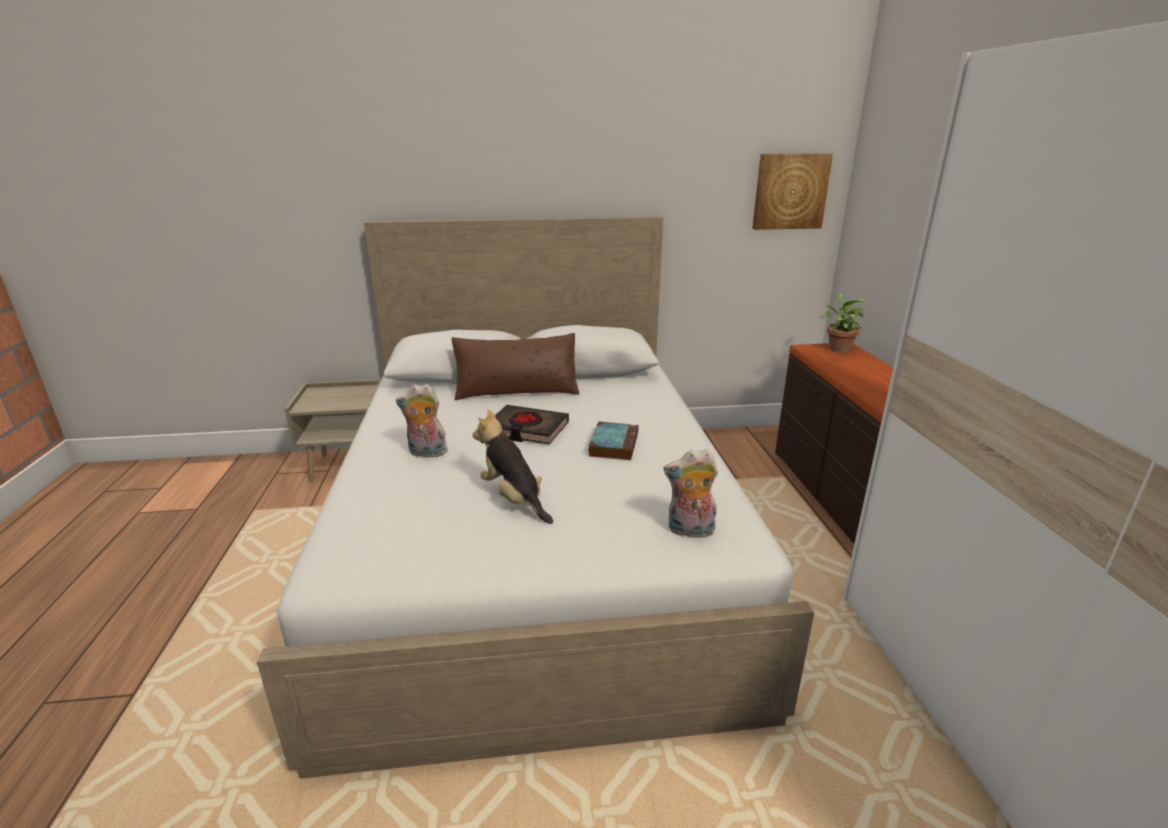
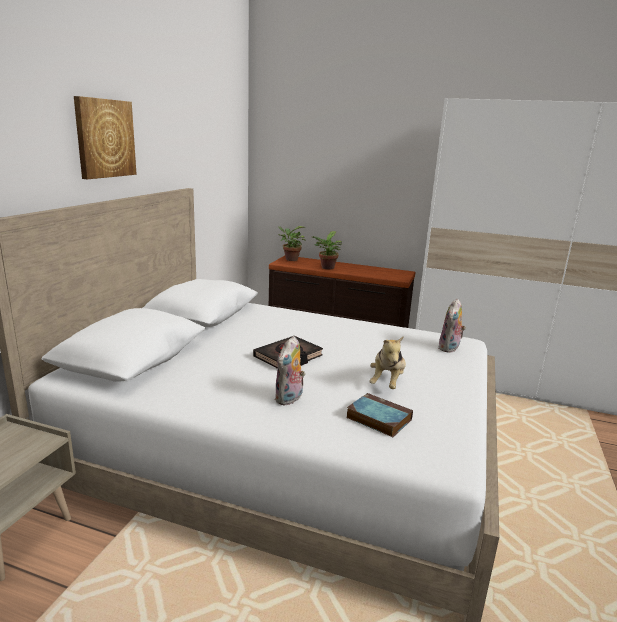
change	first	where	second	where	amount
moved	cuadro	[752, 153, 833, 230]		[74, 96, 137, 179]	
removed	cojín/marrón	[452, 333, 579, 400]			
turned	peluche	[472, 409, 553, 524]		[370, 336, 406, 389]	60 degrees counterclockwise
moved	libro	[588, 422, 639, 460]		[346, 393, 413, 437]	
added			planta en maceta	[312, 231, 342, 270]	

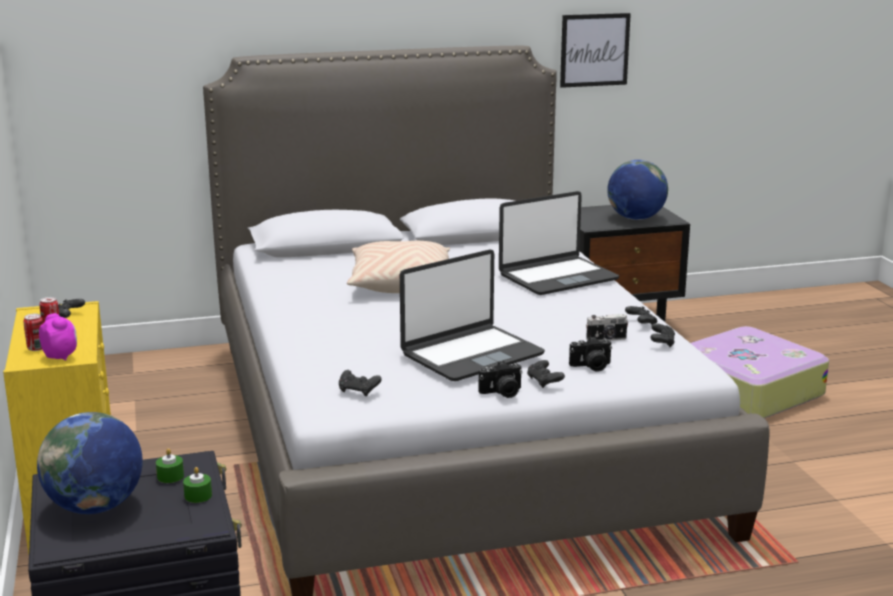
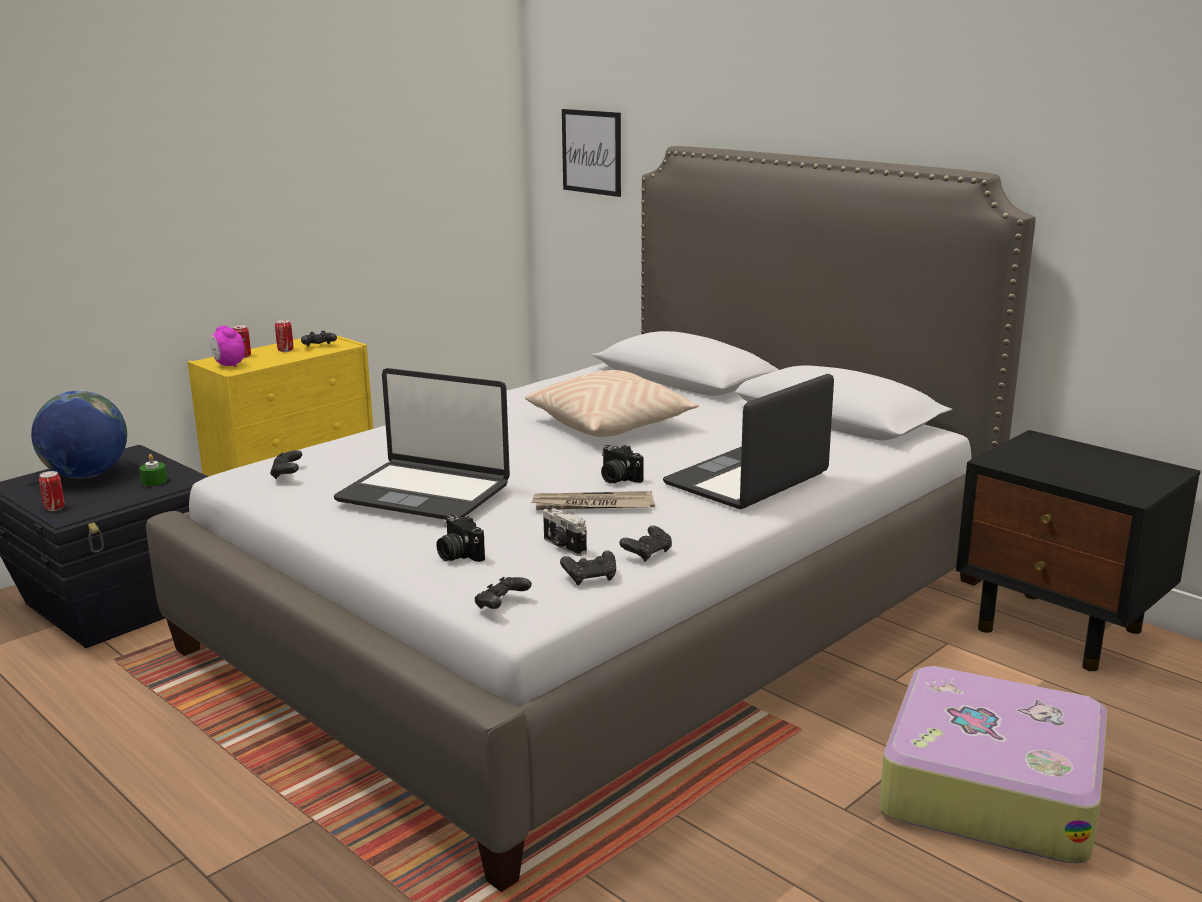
change	first	where	second	where	amount
moved	cuadro	[560, 13, 631, 88]		[562, 109, 621, 197]	
removed	globo terráqueo	[607, 160, 668, 220]			
turned	portátil	[499, 191, 619, 295]		[663, 374, 834, 509]	105 degrees clockwise
turned	despertador	[39, 313, 77, 361]		[210, 325, 245, 367]	120 degrees clockwise
moved	mando de consola/negro	[527, 360, 565, 388]		[475, 577, 532, 609]	
moved	cámara	[479, 361, 522, 398]		[601, 445, 644, 484]	
removed	vela/verde	[183, 467, 212, 503]			
added			lata	[39, 471, 65, 511]	
added			periódico	[532, 491, 655, 510]	

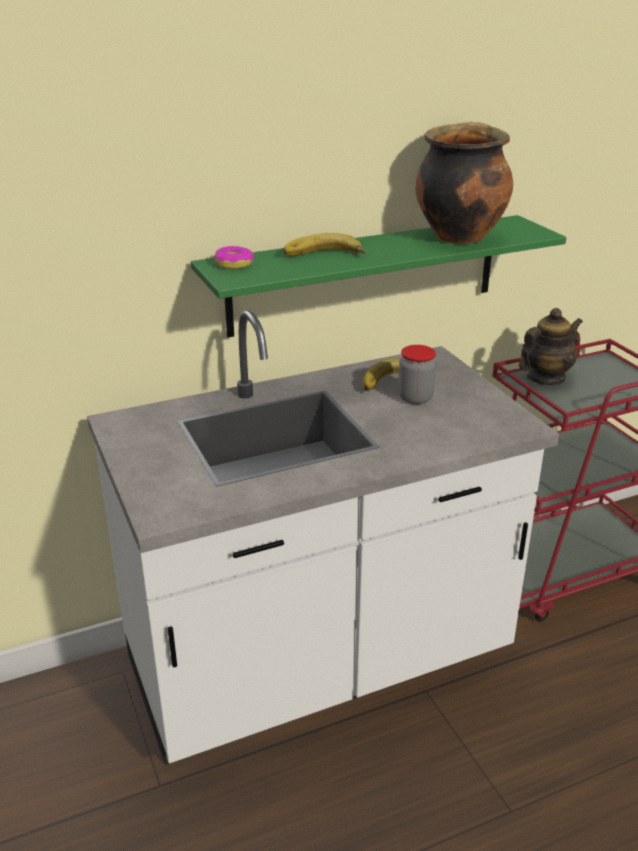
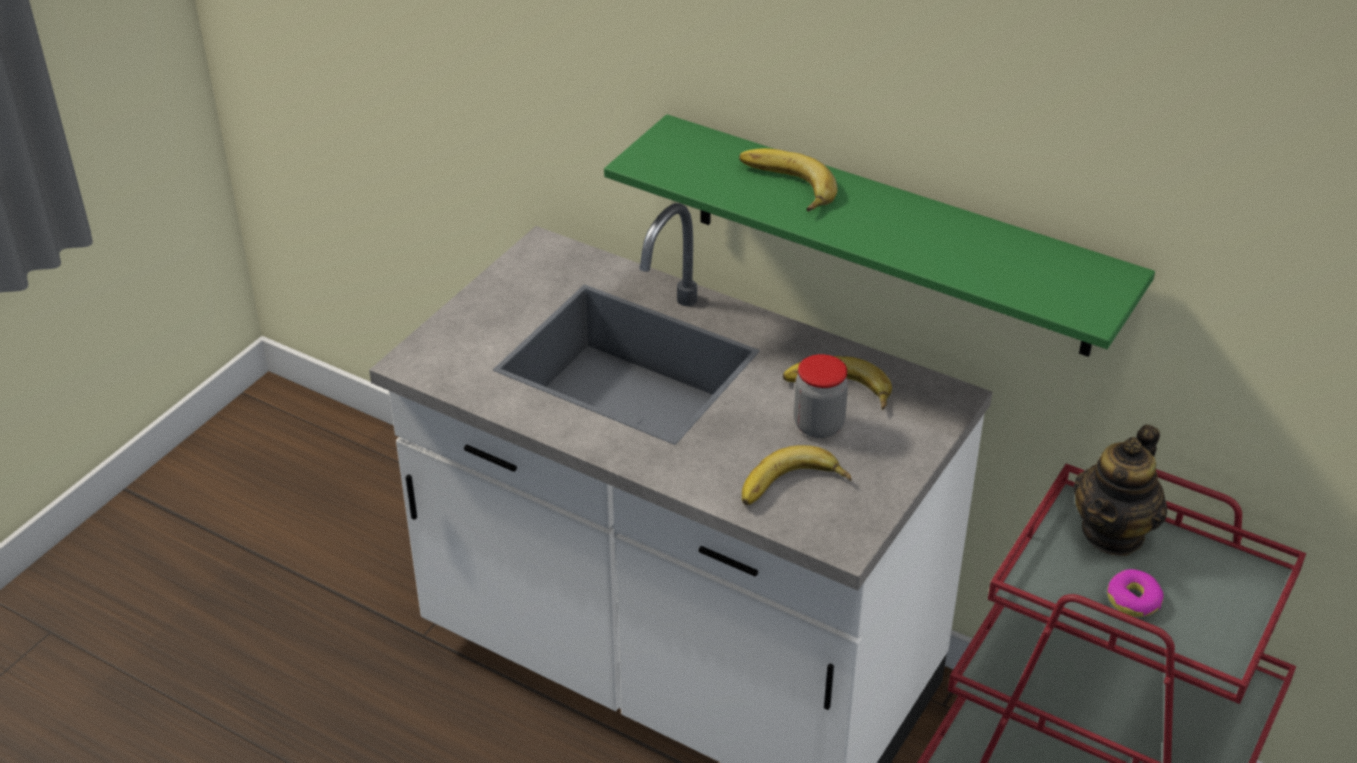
change	first	where	second	where	amount
removed	olla	[415, 122, 513, 244]			
moved	rosquilla	[214, 246, 254, 269]		[1107, 569, 1164, 617]	
turned	tetera	[519, 308, 583, 385]		[1073, 424, 1167, 556]	105 degrees clockwise
added			plátano	[742, 445, 852, 505]	

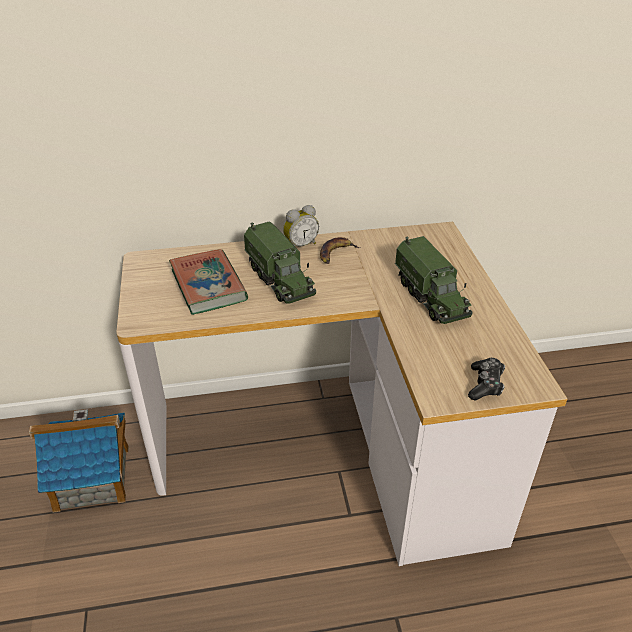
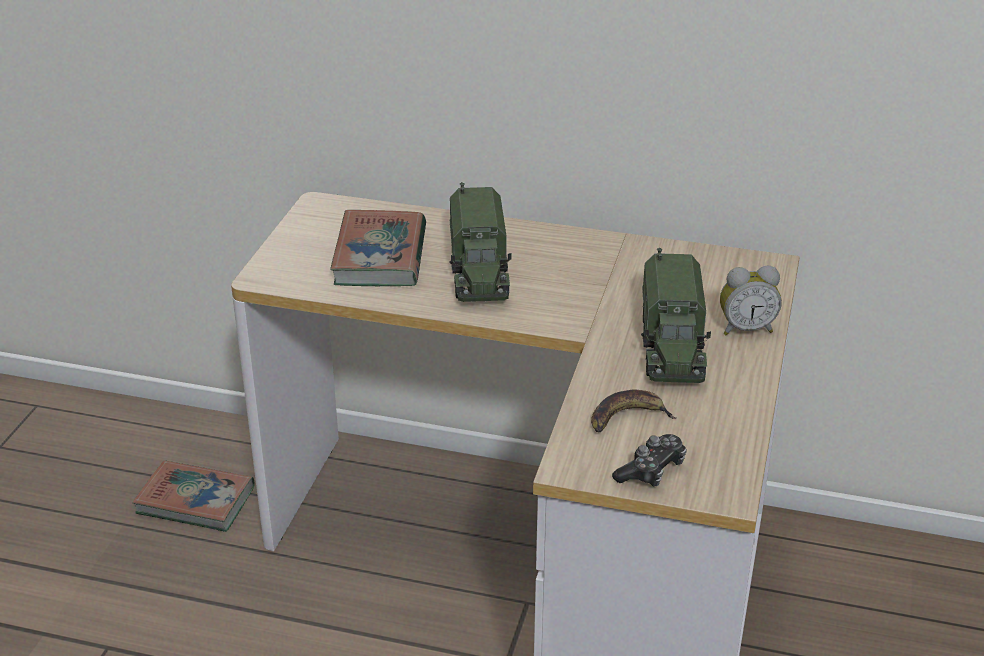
change	first	where	second	where	amount
moved	despertador	[283, 205, 319, 246]		[720, 266, 782, 335]	
moved	plátano	[320, 237, 360, 264]		[591, 390, 677, 432]	
replaced	casita	[29, 409, 129, 513]	libro	[133, 460, 255, 532]	

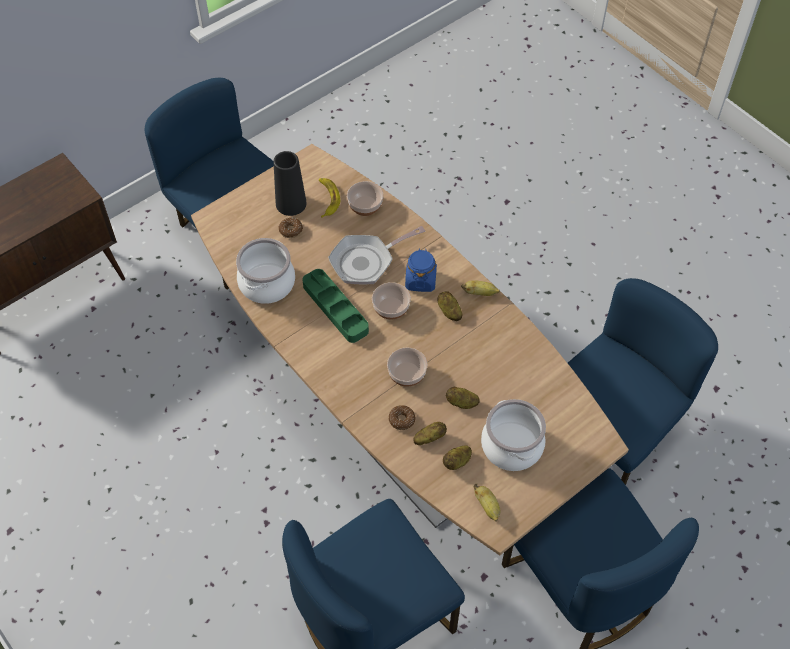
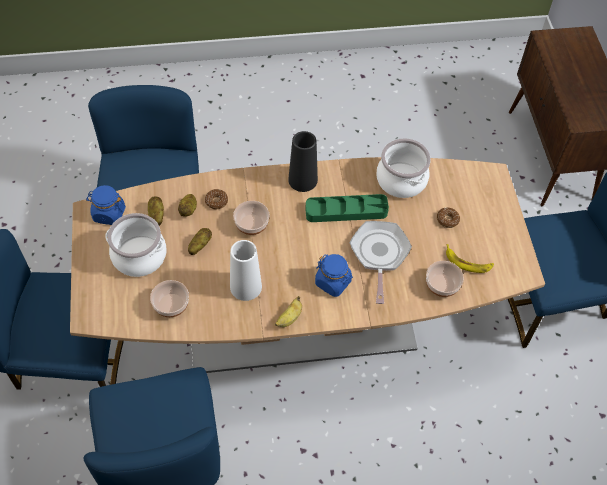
change	first	where	second	where	amount
moved	florero/negro	[274, 151, 307, 216]		[288, 131, 318, 192]	
moved	cuenco	[372, 282, 411, 320]		[150, 280, 189, 317]	
removed	patata	[438, 291, 463, 321]			
replaced	plátano	[474, 483, 500, 522]	tarro/azul	[86, 185, 126, 225]	
added			florero/blanco	[230, 240, 262, 301]	

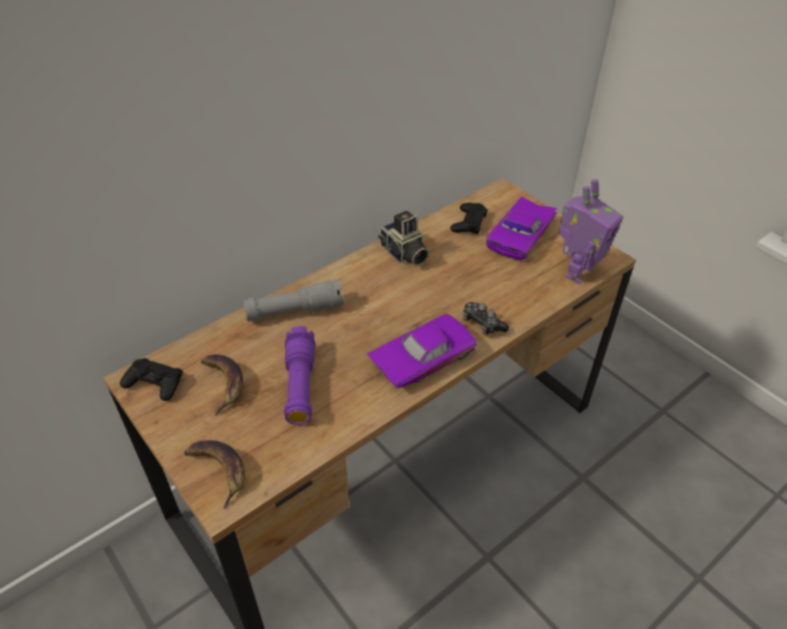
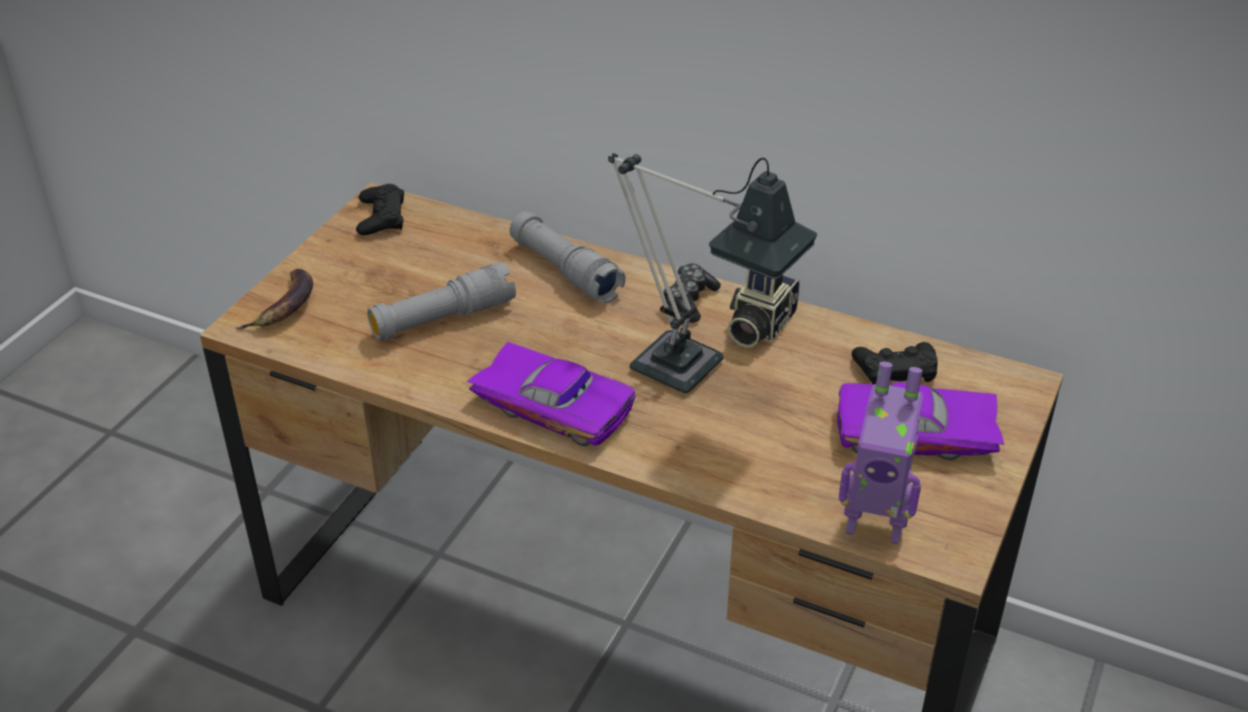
change	first	where	second	where	amount
moved	mando de consola	[463, 302, 509, 335]		[663, 264, 721, 323]	
recoloured	linterna/morado	[284, 326, 315, 425]	linterna/gris	[367, 262, 516, 340]	
removed	plátano	[201, 354, 243, 416]			
added			lámpara de mesa	[608, 153, 817, 393]	

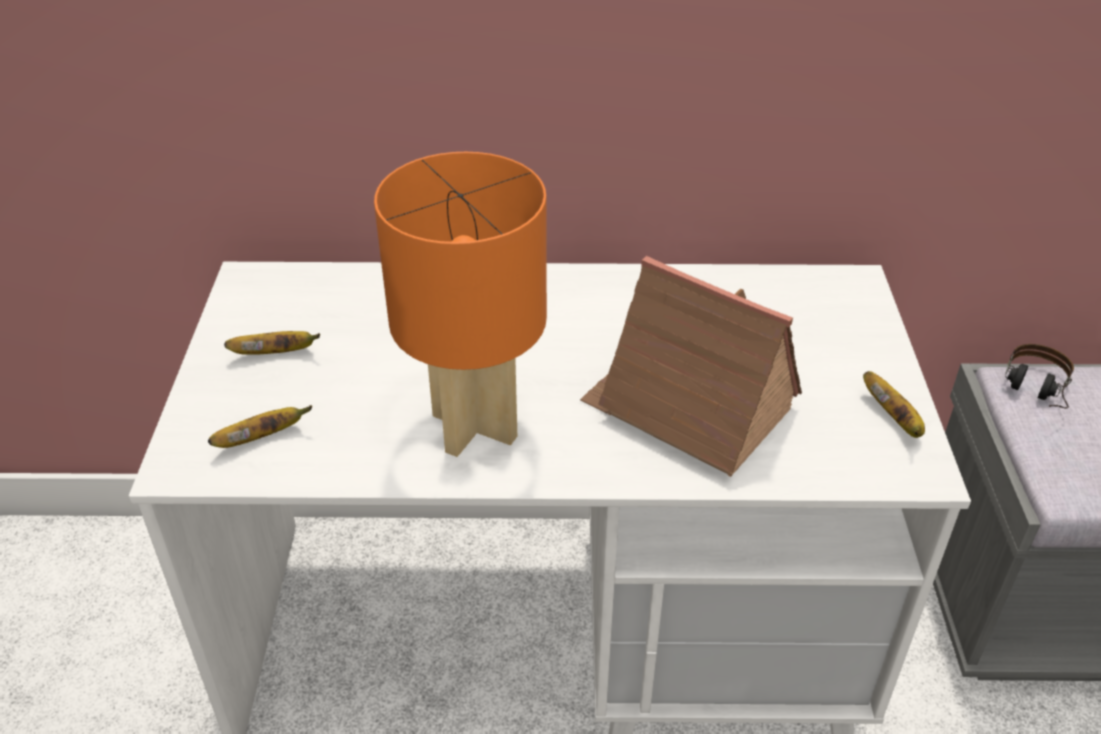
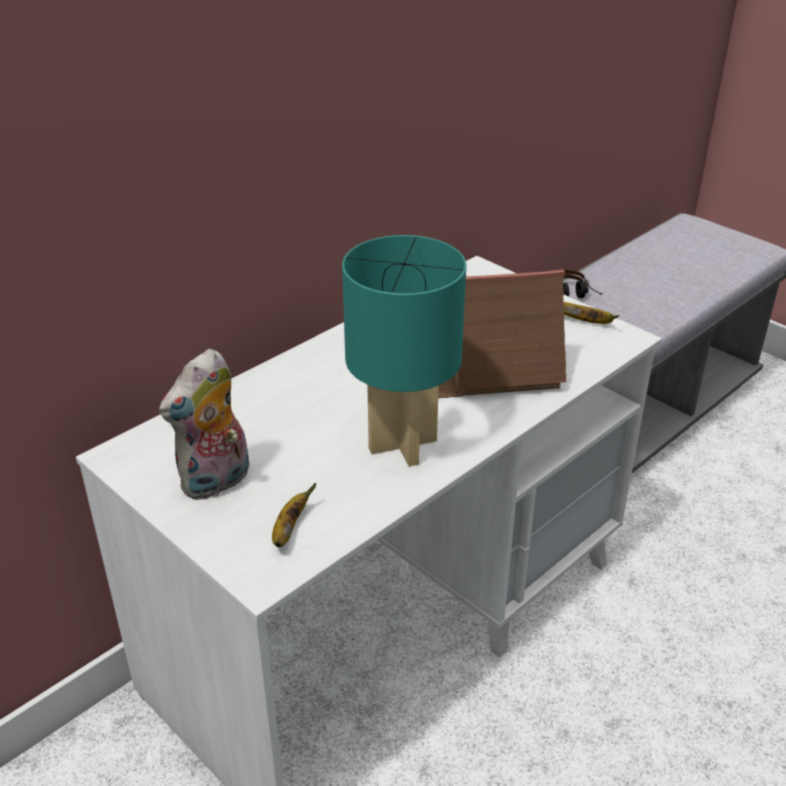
change	first	where	second	where	amount
recoloured	lámpara de mesa/naranja	[374, 152, 547, 457]	lámpara de mesa/turquesa	[342, 235, 467, 467]	
replaced	plátano	[224, 331, 320, 355]	peluche	[159, 349, 249, 500]	

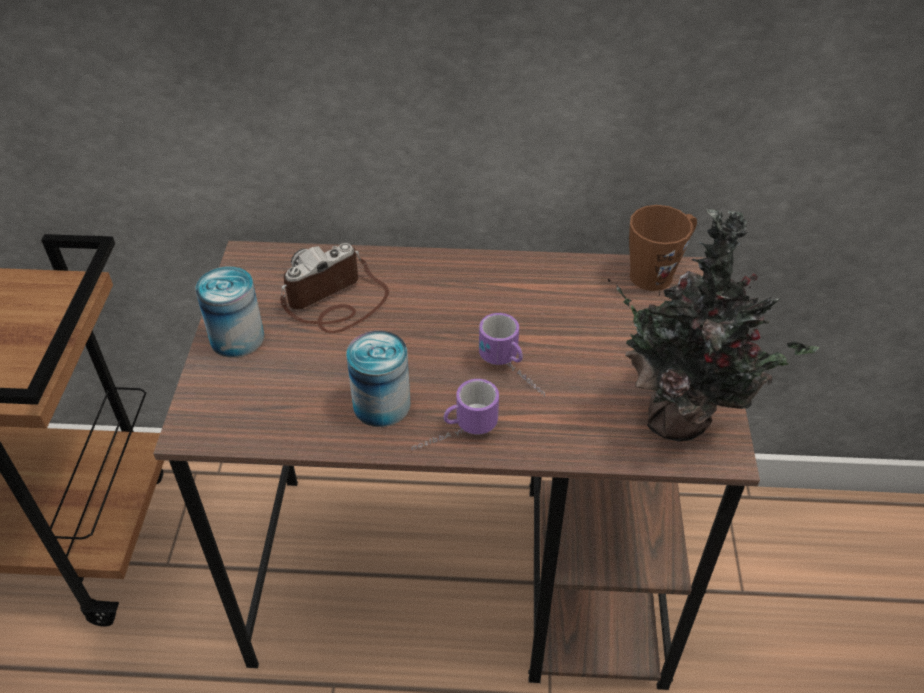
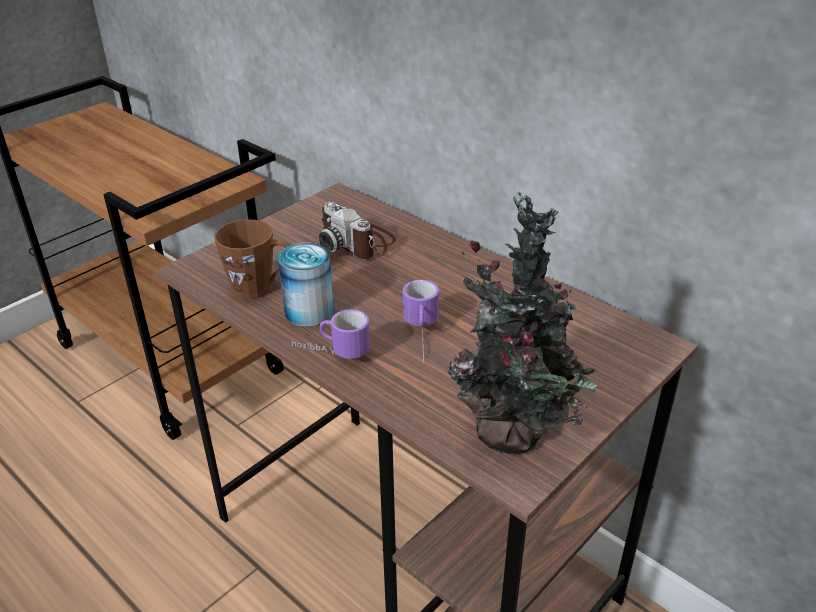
change	first	where	second	where	amount
moved	taza grande/marrón	[629, 205, 697, 291]		[214, 219, 290, 300]	
turned	cámara	[280, 243, 389, 333]		[319, 202, 396, 259]	135 degrees counterclockwise
removed	lata	[195, 266, 264, 358]			

